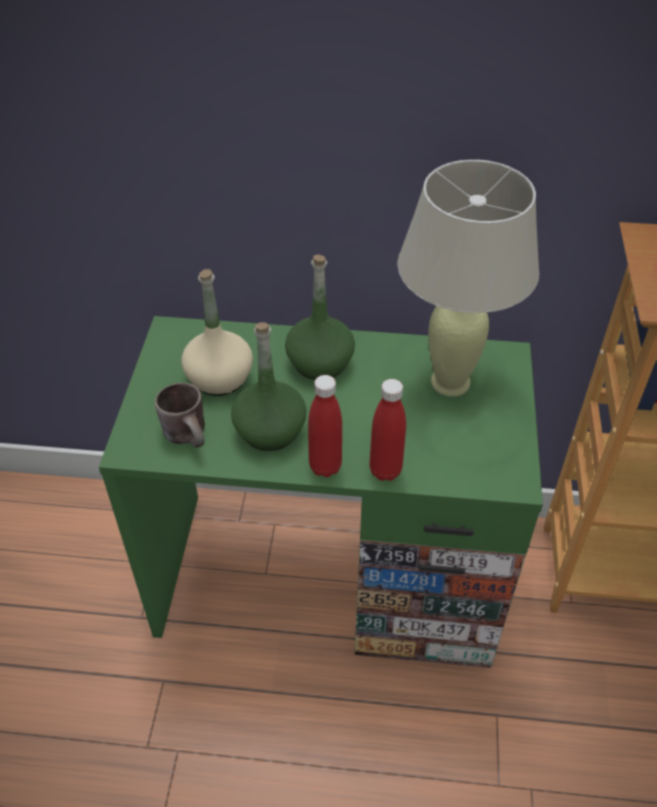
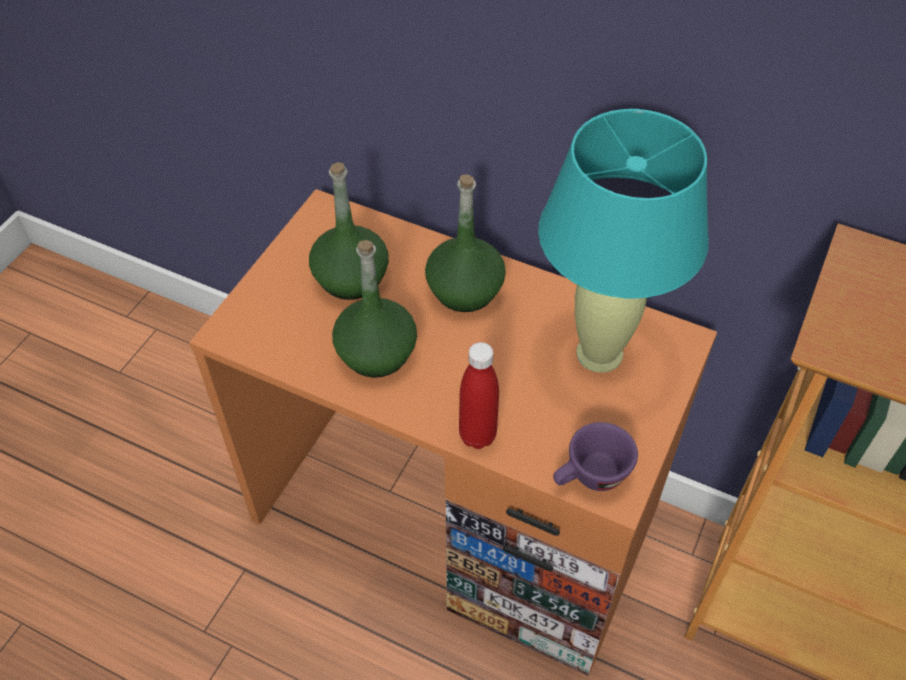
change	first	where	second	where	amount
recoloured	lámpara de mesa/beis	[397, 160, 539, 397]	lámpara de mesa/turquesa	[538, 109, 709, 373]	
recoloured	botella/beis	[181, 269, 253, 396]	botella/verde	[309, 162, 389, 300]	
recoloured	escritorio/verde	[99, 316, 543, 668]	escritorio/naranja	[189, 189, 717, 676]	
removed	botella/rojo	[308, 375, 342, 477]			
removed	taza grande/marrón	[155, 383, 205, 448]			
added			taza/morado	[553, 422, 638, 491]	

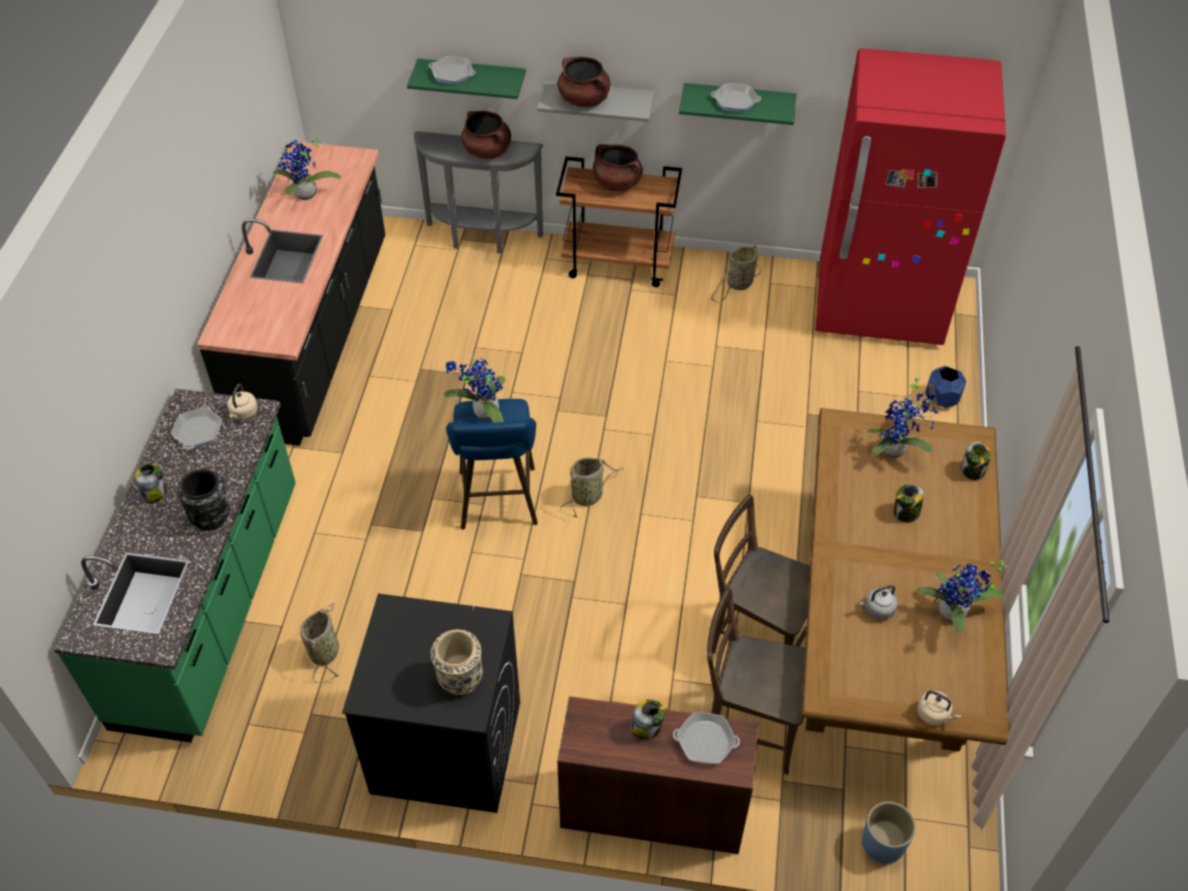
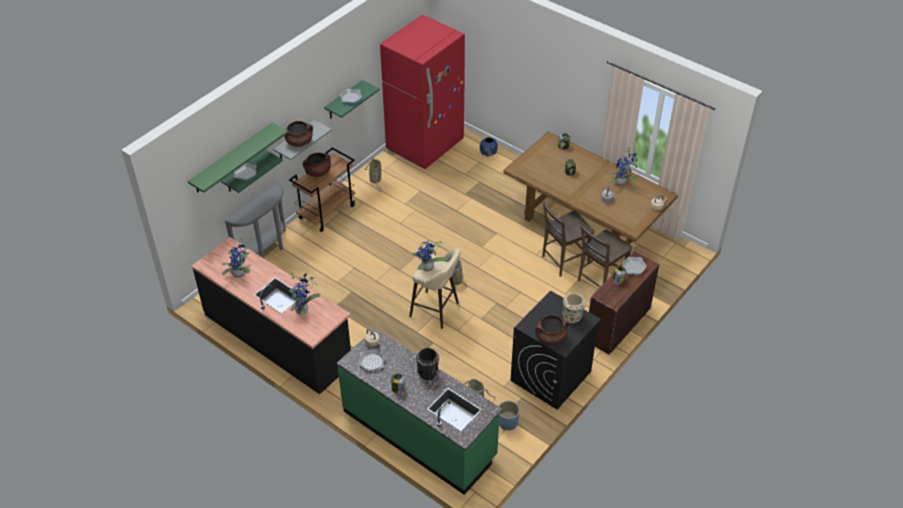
change	first	where	second	where	amount
moved	olla/marrón	[461, 111, 511, 159]		[535, 315, 569, 345]	
moved	planta en maceta	[867, 374, 939, 458]		[289, 271, 321, 316]	
recoloured	taburete/azul	[446, 399, 538, 530]	taburete/beis	[409, 248, 460, 329]	
moved	maceta/azul	[862, 801, 916, 864]		[499, 401, 520, 430]	
added			estante/verde	[188, 123, 288, 193]	

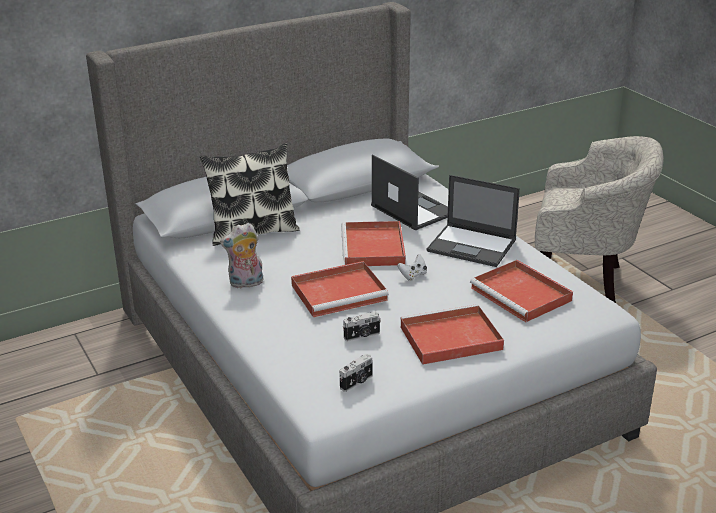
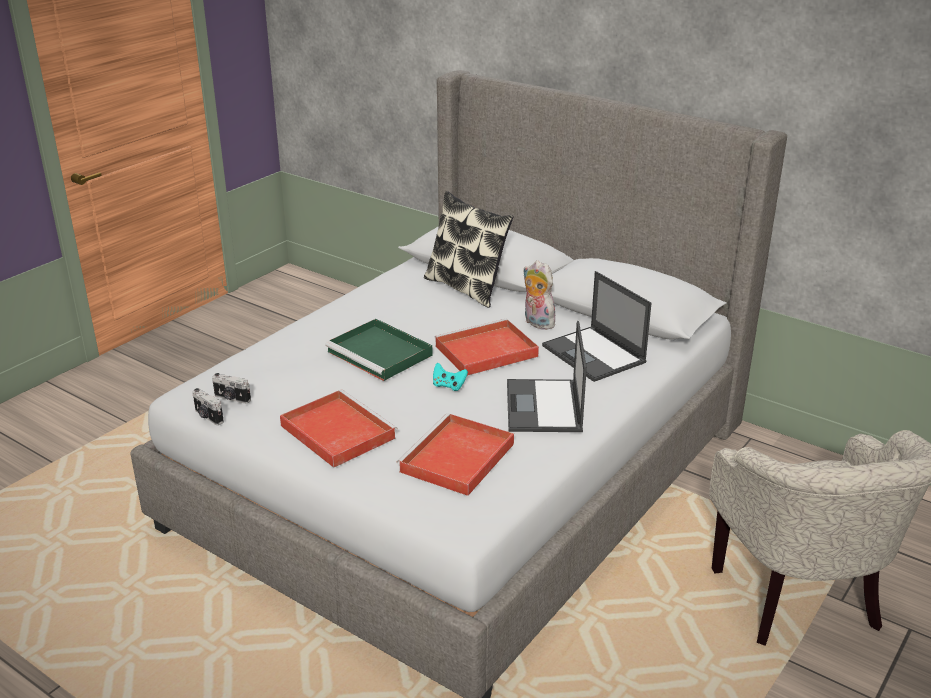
change	first	where	second	where	amount
turned	portátil	[371, 154, 448, 230]		[542, 271, 651, 382]	120 degrees clockwise
moved	peluche	[220, 223, 264, 288]		[523, 260, 557, 330]	
recoloured	mando de consola/blanco	[397, 254, 427, 281]	mando de consola/turquesa	[433, 363, 468, 391]	
recoloured	bandeja/rojo	[291, 261, 388, 317]	bandeja/verde	[325, 319, 433, 381]	
moved	cámara	[343, 311, 381, 341]		[192, 388, 224, 425]	

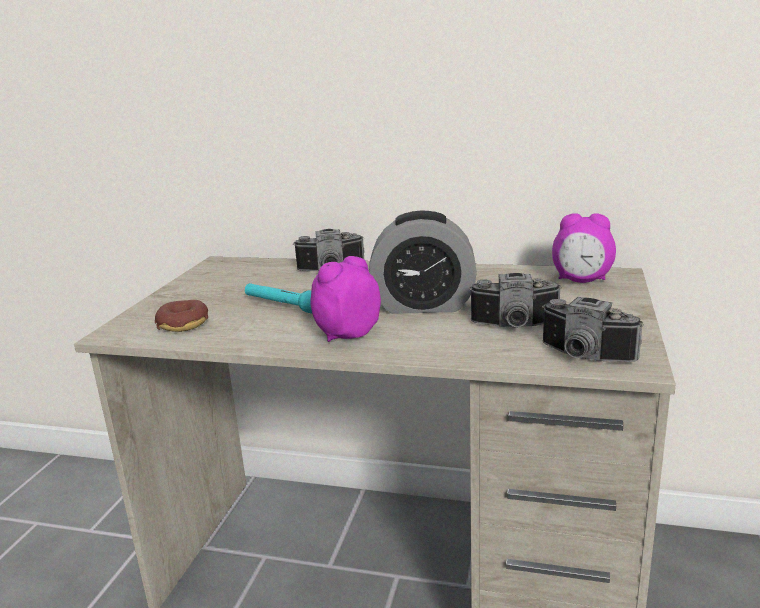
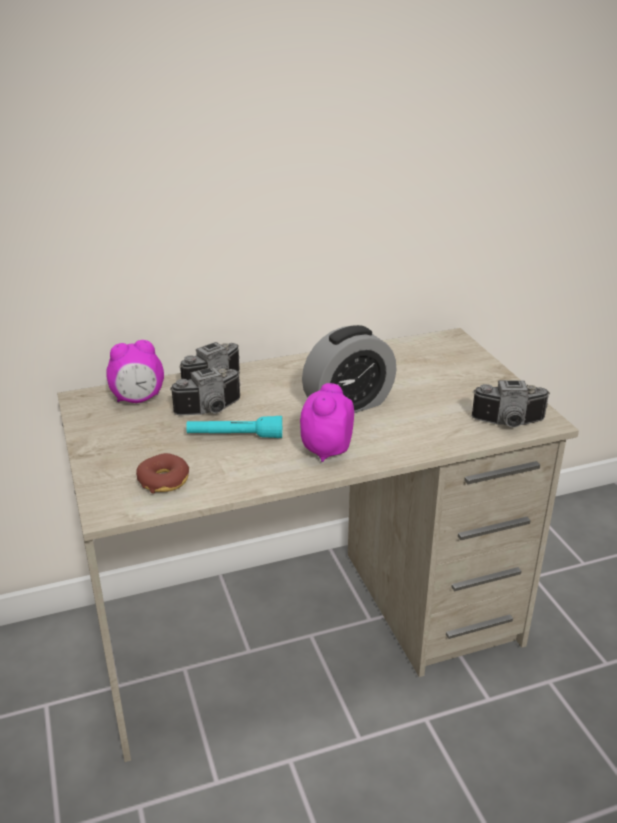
change	first	where	second	where	amount
moved	despertador	[552, 213, 616, 283]		[106, 340, 164, 403]	
moved	cámara	[469, 273, 561, 328]		[170, 367, 241, 415]	

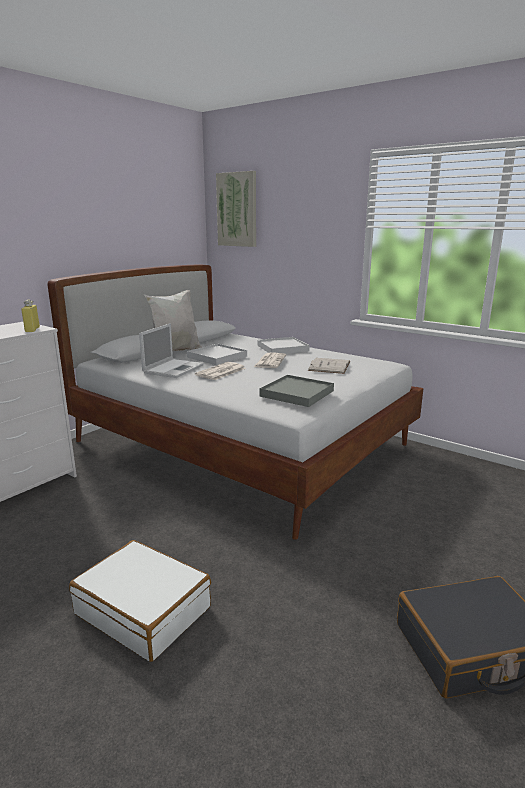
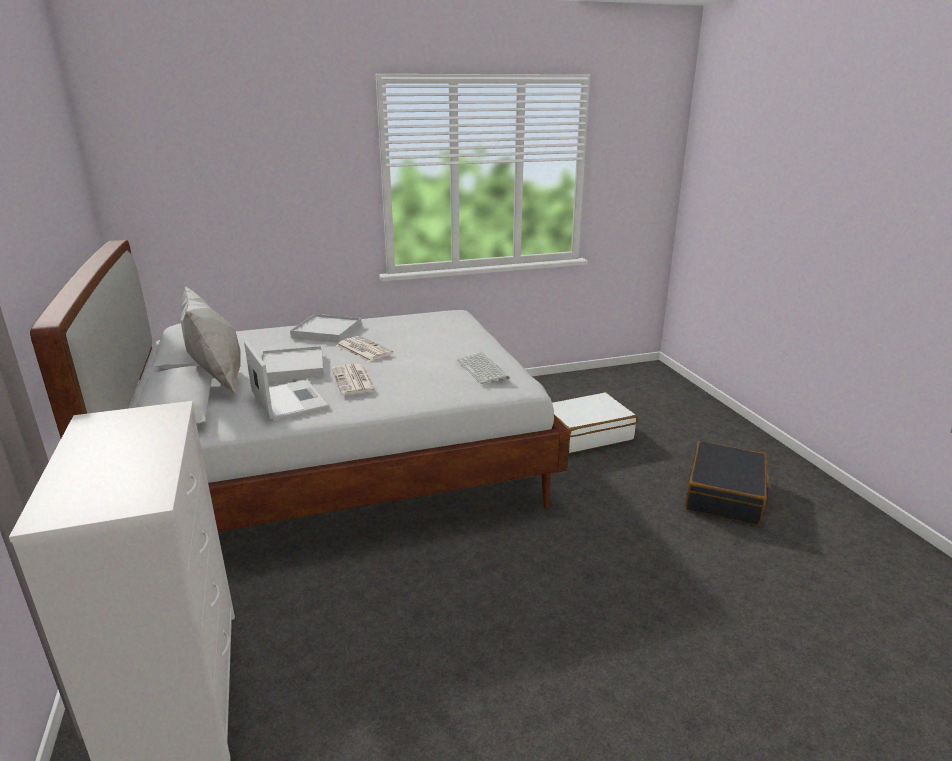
change	first	where	second	where	amount
removed	cuadro	[216, 171, 256, 247]			
removed	botella/amarillo	[21, 300, 40, 332]			
removed	libro/blanco	[308, 358, 350, 374]			
replaced	bandeja/gris	[260, 375, 334, 407]	teclado	[457, 353, 510, 384]	
moved	maleta/blanco	[69, 540, 211, 662]		[552, 392, 637, 454]	

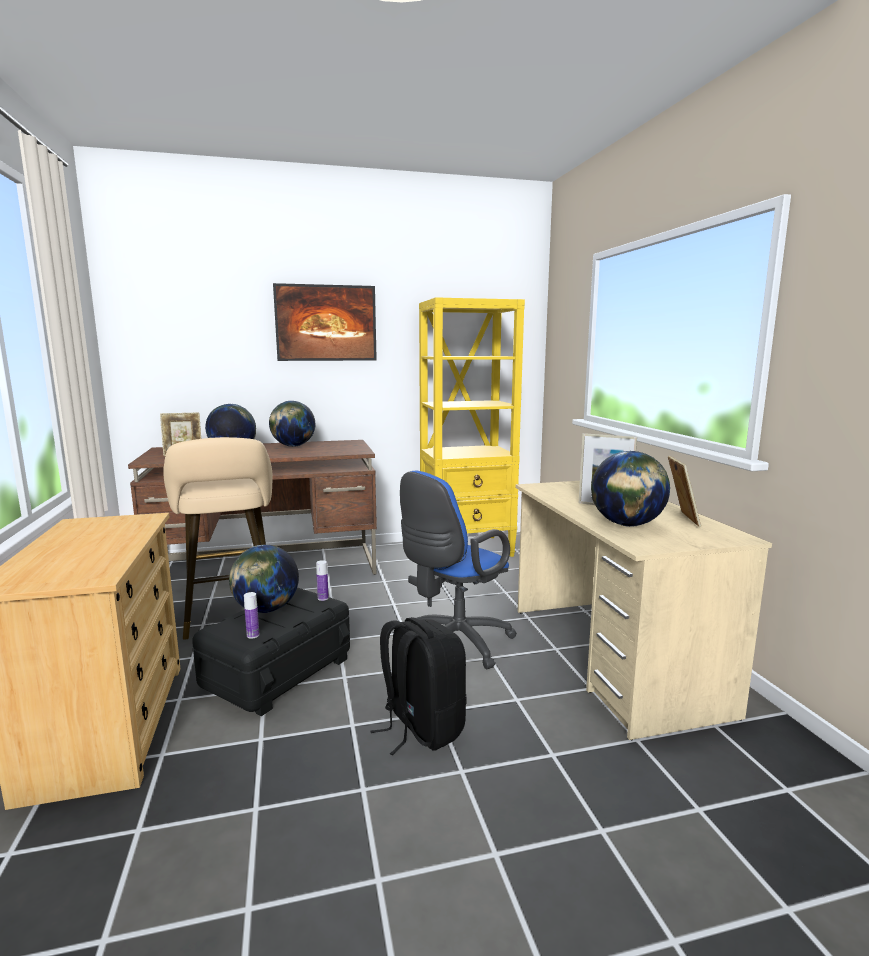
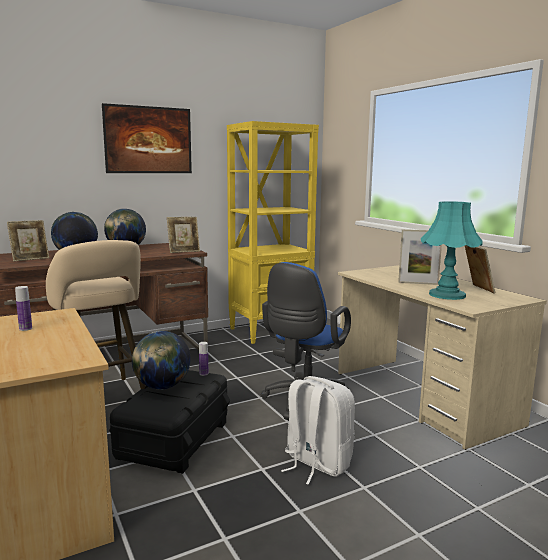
change	first	where	second	where	amount
replaced	globo terráqueo	[591, 451, 670, 527]	lámpara de mesa/turquesa	[421, 201, 483, 300]	
moved	botella	[244, 592, 259, 639]		[15, 286, 32, 331]	
recoloured	mochila/negro	[370, 617, 467, 755]	mochila/blanco	[281, 376, 355, 485]	
added			portarretratos	[167, 217, 200, 253]	

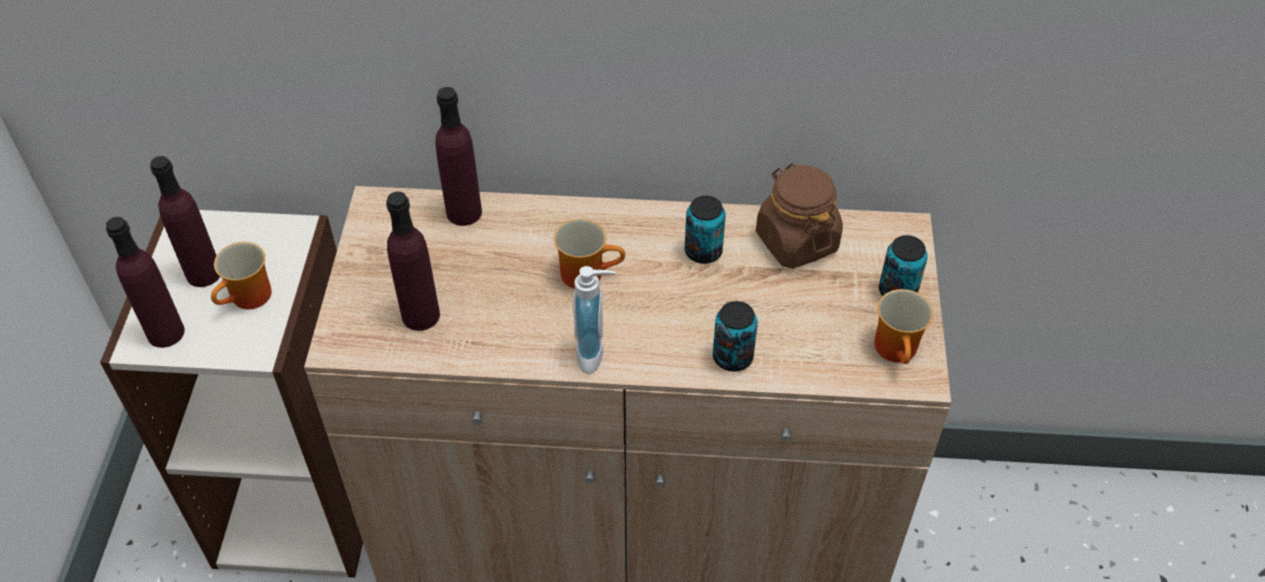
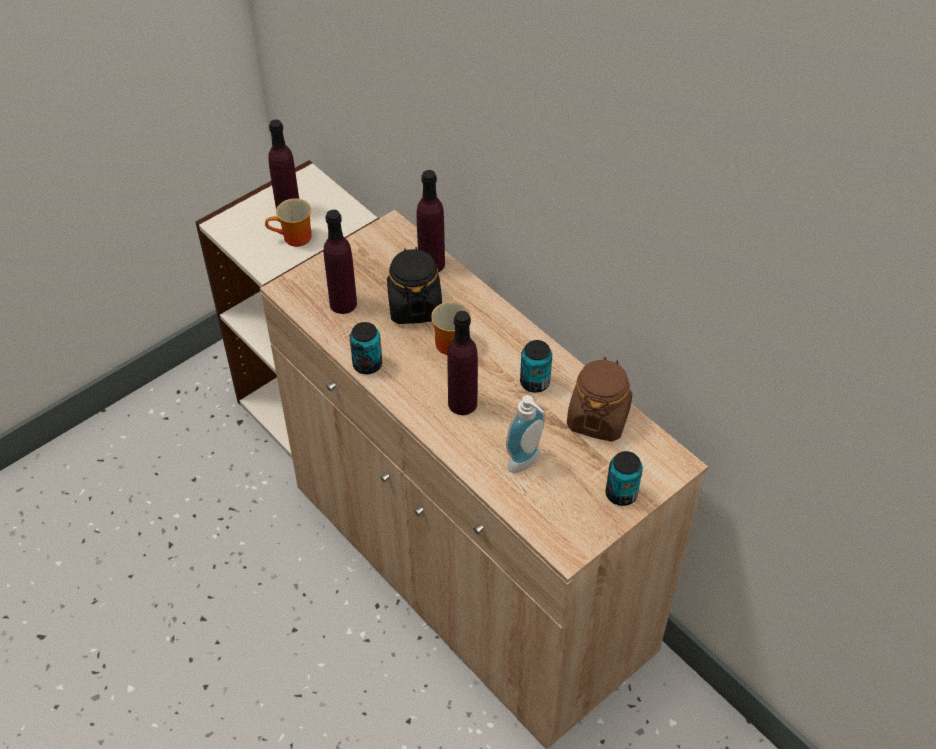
change	first	where	second	where	amount
moved	botella/morado	[106, 217, 185, 348]		[447, 311, 478, 415]	
moved	dispensador de jabón	[573, 266, 615, 374]		[506, 395, 545, 473]	
removed	taza grande	[874, 289, 933, 364]			
moved	lata	[713, 301, 758, 372]		[350, 322, 382, 374]	
added			tarro/negro	[387, 247, 442, 324]	

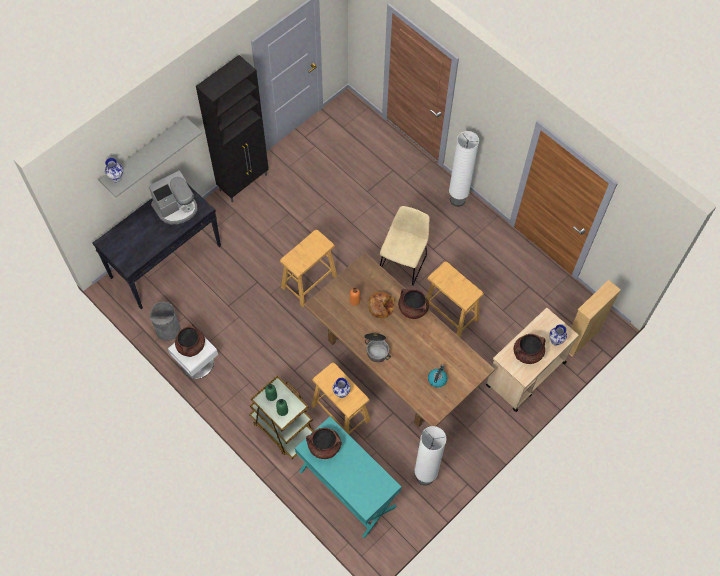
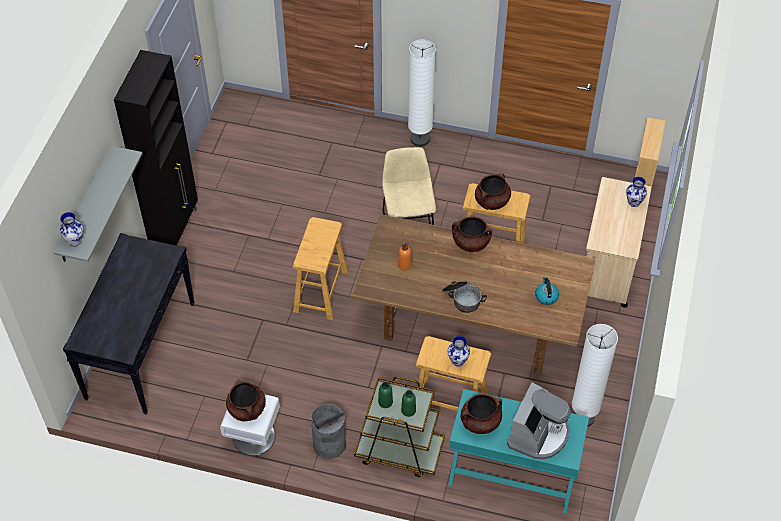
change	first	where	second	where	amount
moved	cafetera	[149, 170, 198, 224]		[507, 382, 571, 459]	
removed	pan	[368, 292, 395, 318]			
moved	papelera/gris	[150, 302, 181, 341]		[311, 404, 346, 459]	
moved	olla/marrón	[514, 334, 546, 364]		[475, 173, 511, 210]	

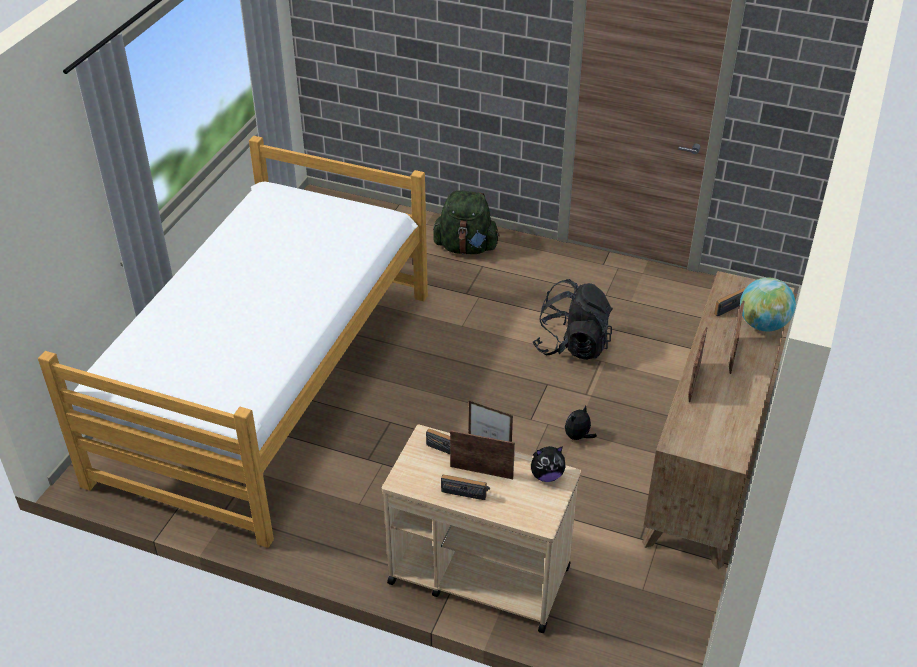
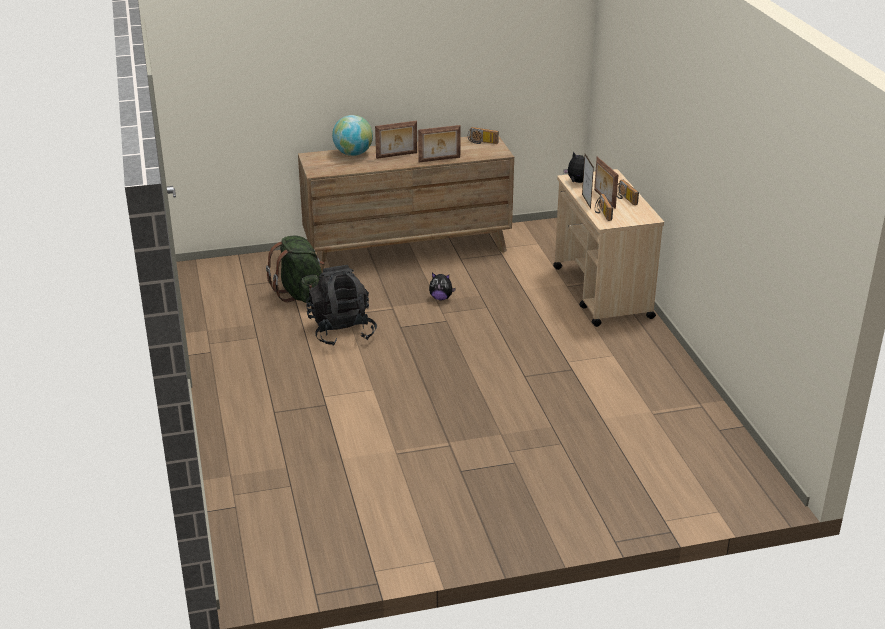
change	first	where	second	where	amount
removed	cama	[38, 136, 428, 548]			
moved	mochila/verde	[433, 191, 500, 255]		[266, 235, 325, 303]	
moved	radio	[714, 288, 745, 316]		[468, 127, 499, 144]	

